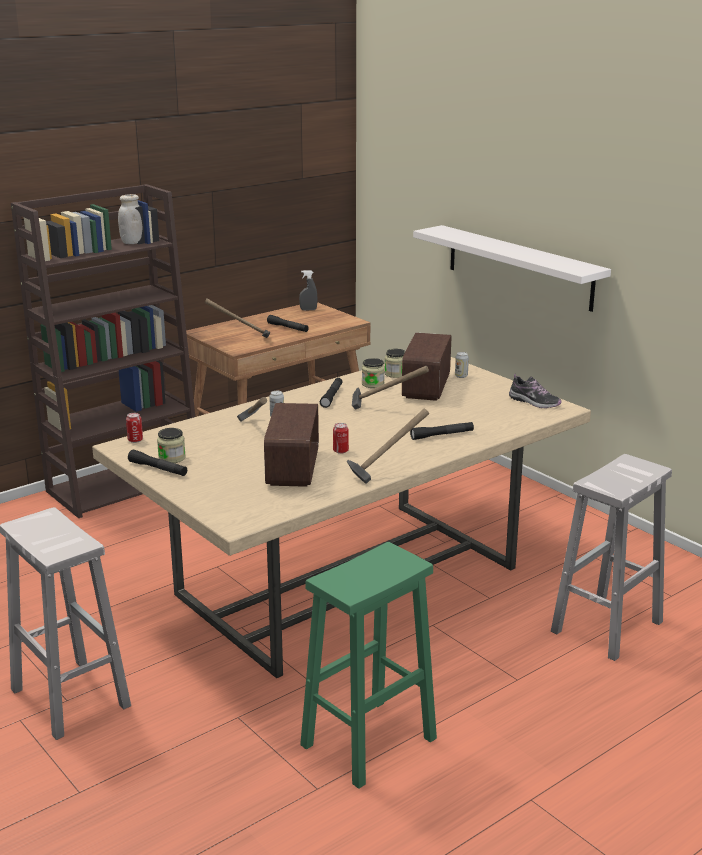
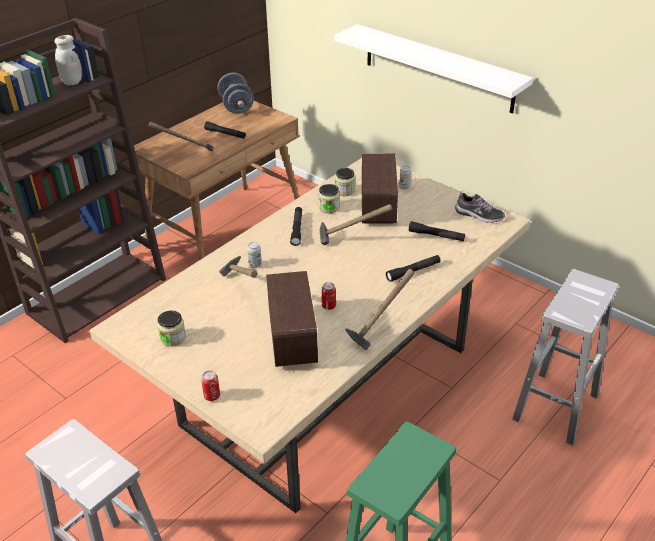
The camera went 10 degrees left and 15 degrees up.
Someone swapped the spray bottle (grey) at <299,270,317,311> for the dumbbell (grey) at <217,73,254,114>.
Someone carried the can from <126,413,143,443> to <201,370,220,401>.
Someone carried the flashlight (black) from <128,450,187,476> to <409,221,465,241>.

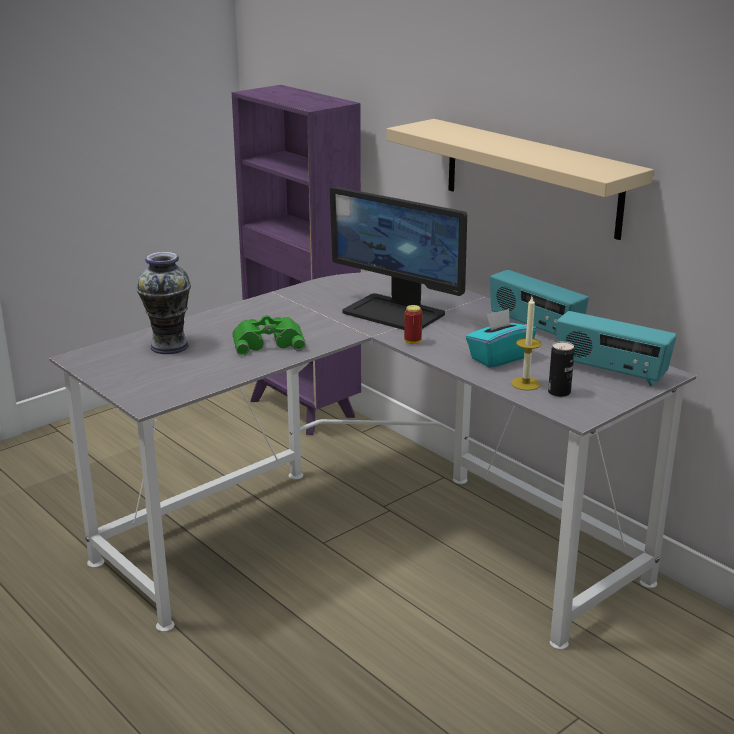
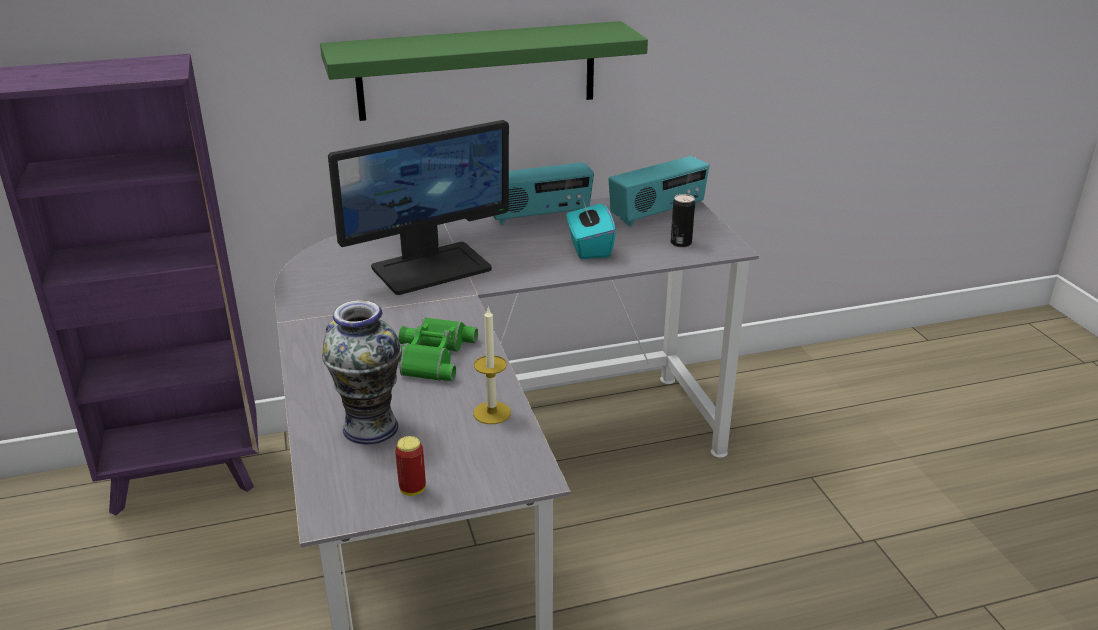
The camera went 65 degrees left and 5 degrees up.
Someone repainted the shelf (beige) at <387,119,654,240>, which became the shelf (green) at <320,21,648,121>.
Someone carried the candle from <511,297,542,390> to <473,306,511,424>.
Someone carried the can from <404,305,422,344> to <395,436,426,496>.

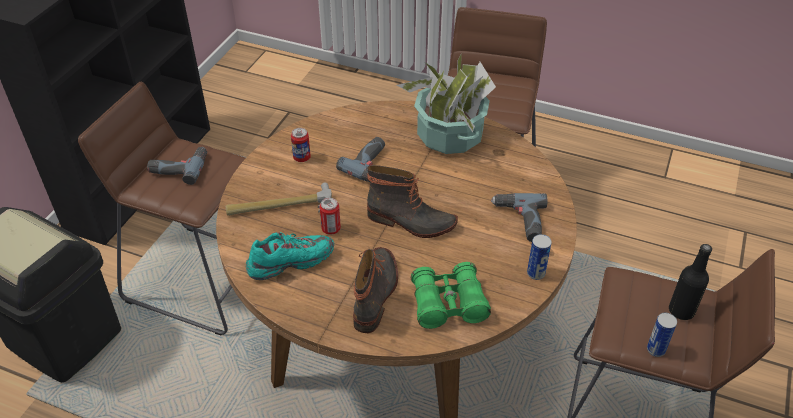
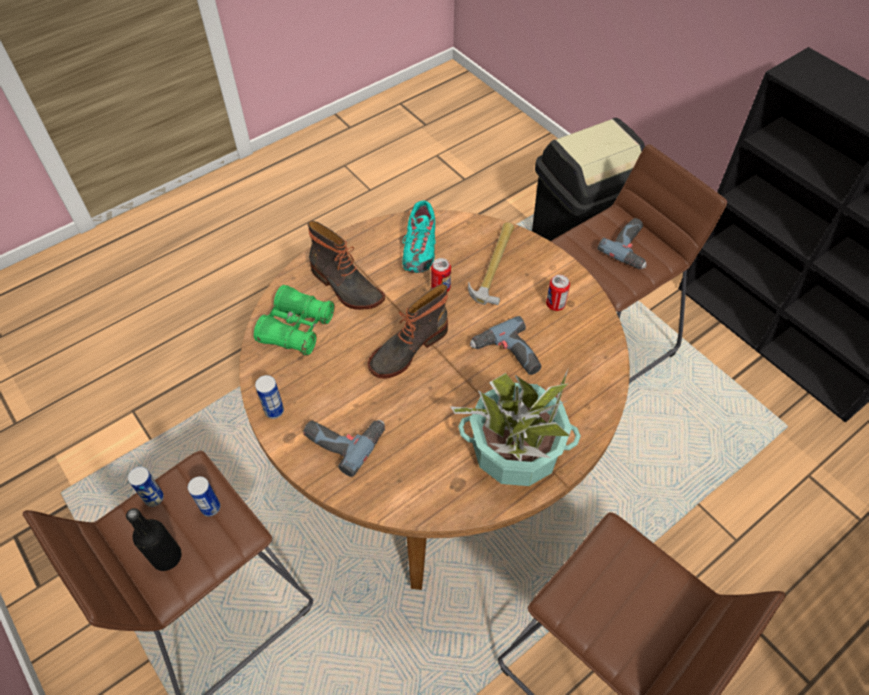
The camera went 120 degrees right and 10 degrees up.
Someone put down the can at <188,476,221,516>.

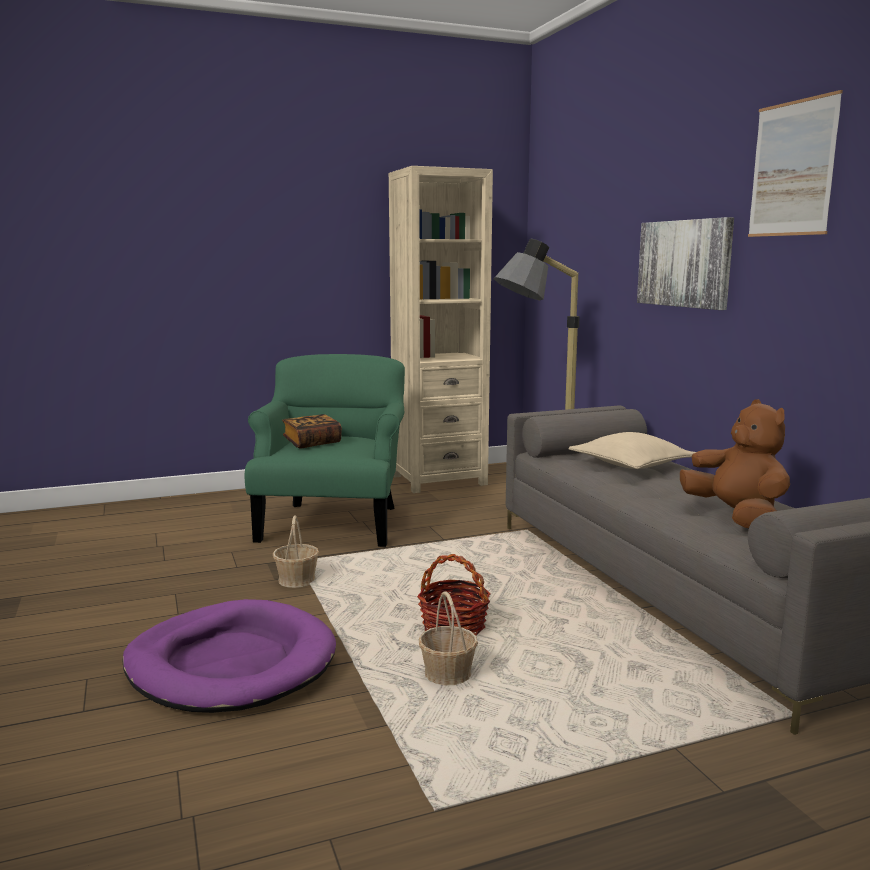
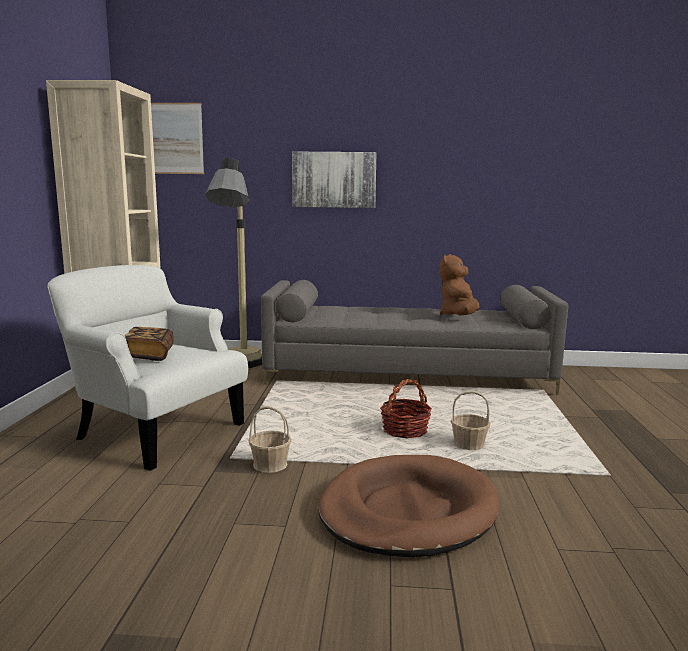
The camera went 65 degrees left and 0 degrees up.
Someone carried the picture from <748,90,843,237> to <151,103,204,174>.
Someone repainted the armchair (green) at <245,354,405,547>, which became the armchair (white) at <47,265,248,471>.
Someone rotated the plush toy (brown) at <680,399,790,528> by 75 degrees counterclockwise.
Someone took away the pillow (beige) at <568,432,696,469>.
Someone repainted the dog bed (purple) at <122,599,336,713>, which became the dog bed (brown) at <318,455,500,557>.

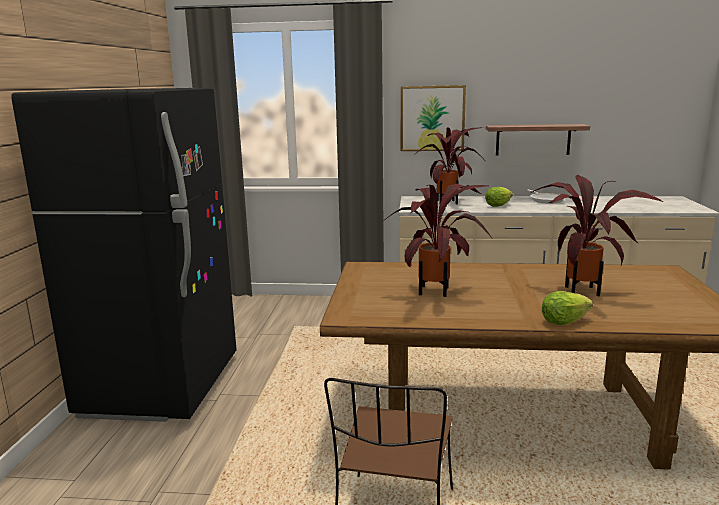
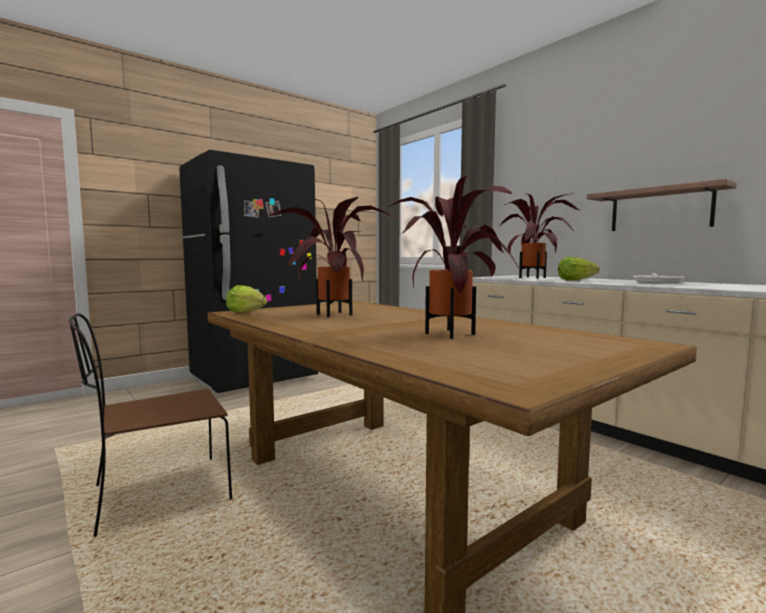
The camera went 45 degrees right and 10 degrees down.
Someone took away the picture at <401,85,466,151>.
Someone carried the lettuce from <542,291,593,325> to <226,285,267,313>.

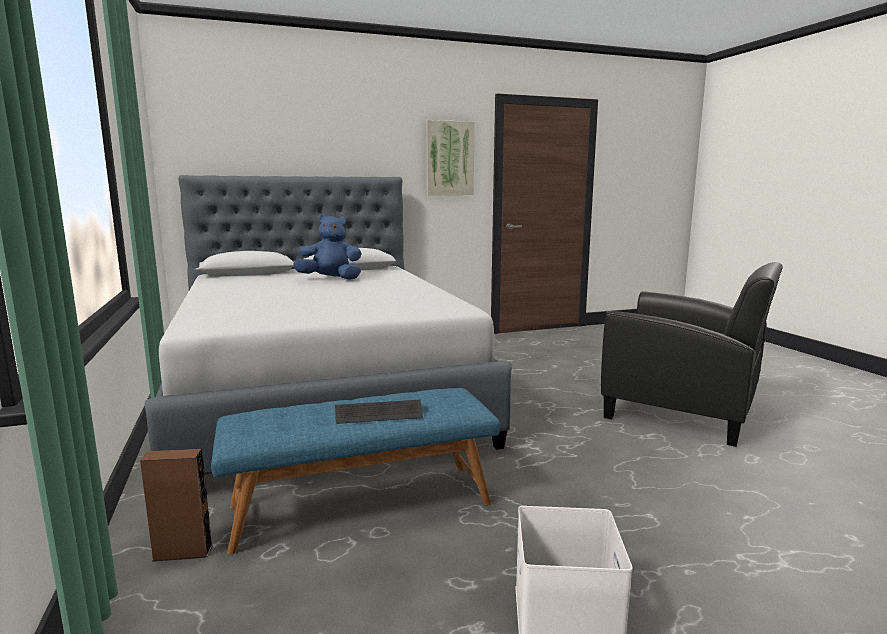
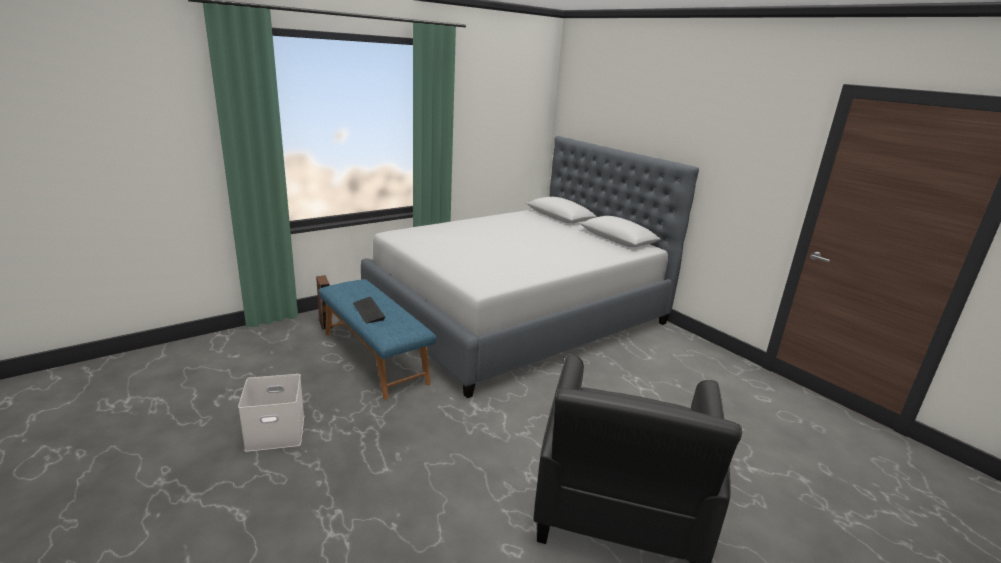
The camera went 70 degrees right and 10 degrees up.
Someone took away the picture at <426,120,475,195>.
Someone took away the plush toy (blue) at <293,215,362,280>.

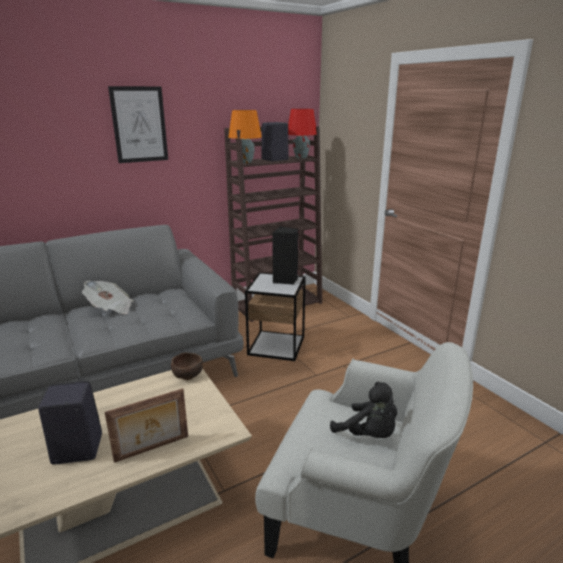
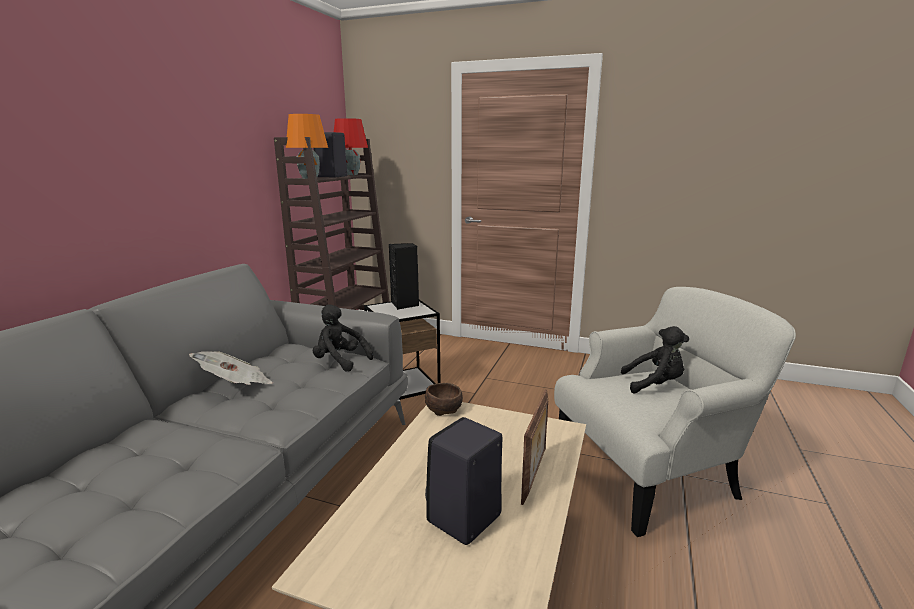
The camera went 40 degrees left and 5 degrees down.
Someone took away the picture at <108,86,168,163>.
Someone put down the plush toy (black) at <313,304,374,372>.

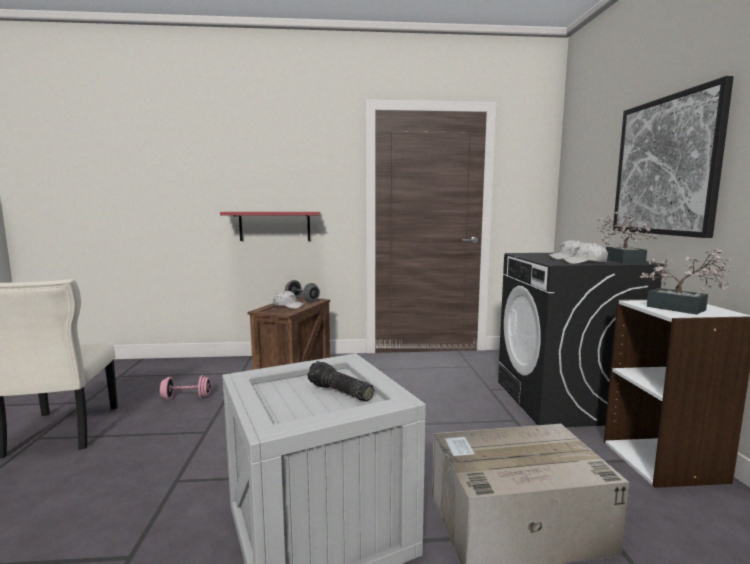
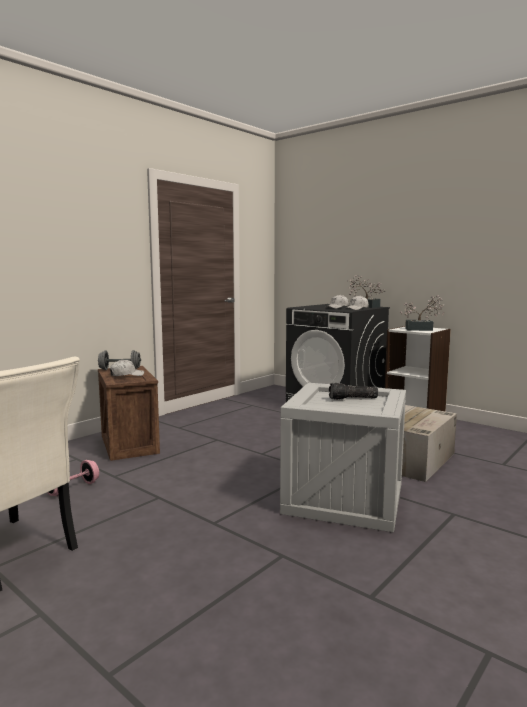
The camera went 45 degrees left and 0 degrees up.
Someone took away the picture at <613,76,734,238>.
Someone took away the shelf (red) at <220,212,321,241>.

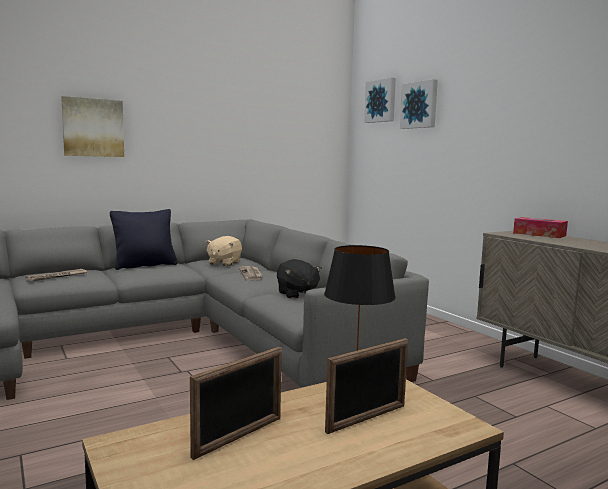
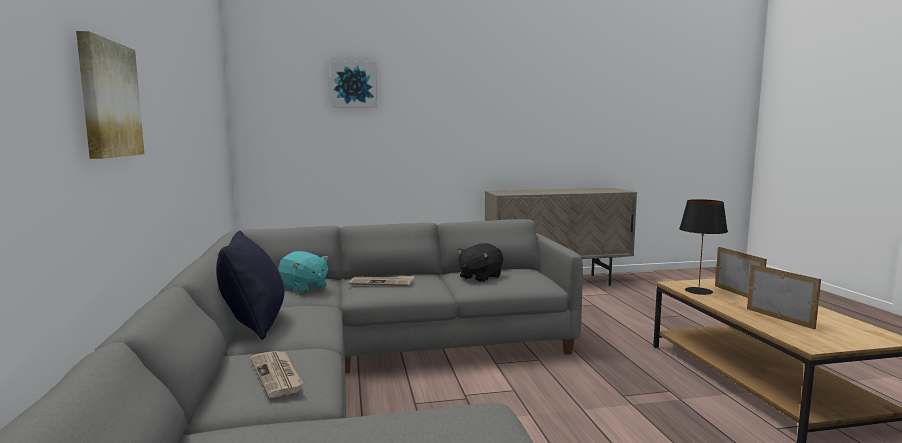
The camera went 70 degrees left and 0 degrees up.
Someone took away the picture at <364,77,396,123>.
Someone took away the tissue box at <513,217,568,238>.
Someone repainted the plush toy (beige) at <206,236,242,266>, which became the plush toy (turquoise) at <279,251,329,293>.
Someone rotated the plush toy (black) at <277,259,322,299> by 135 degrees clockwise.

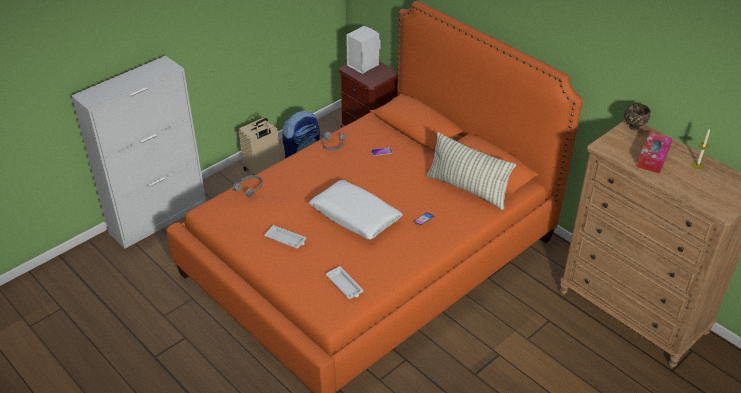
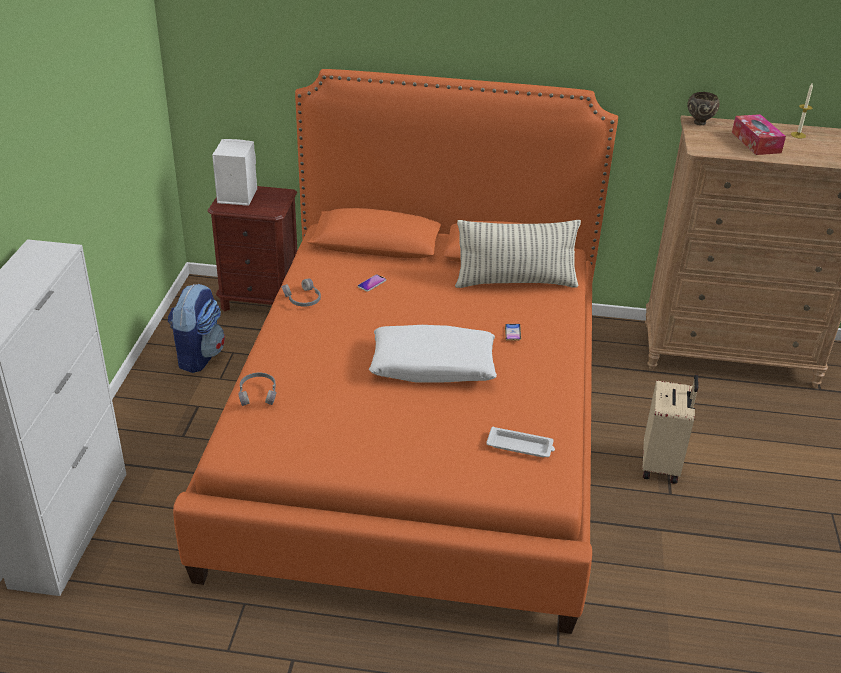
The camera went 40 degrees left and 5 degrees down.
Someone carried the suitcase (beige) from <239,118,280,175> to <642,375,698,484>.
Someone took away the tray (white) at <264,225,306,248>.

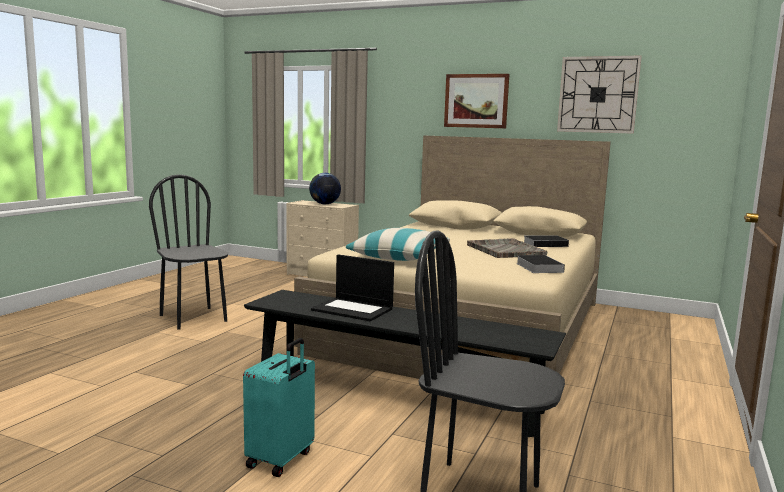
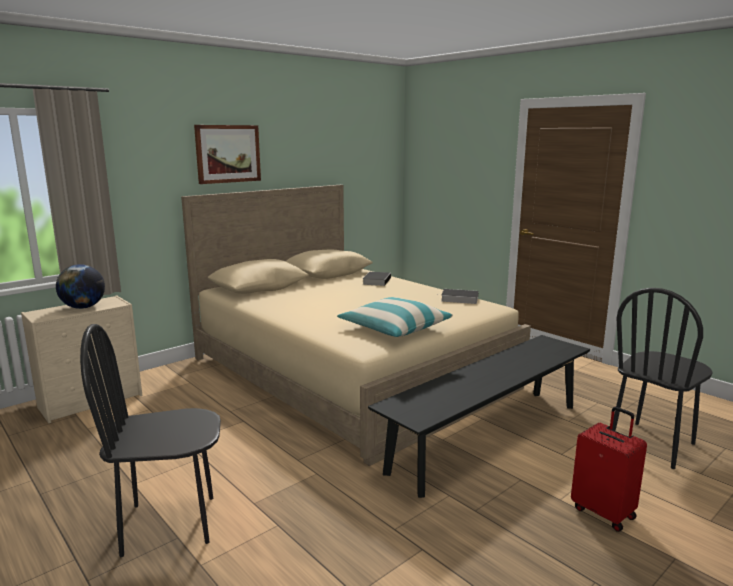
The camera went 65 degrees left and 5 degrees up.
Someone took away the wall clock at <557,56,642,134>.
Someone took away the tray (grey) at <467,238,547,258>.
Someone took away the laptop at <311,254,394,321>.
Someone repainted the suitcase (turquoise) at <243,338,315,477>, which became the suitcase (red) at <571,407,647,532>.

